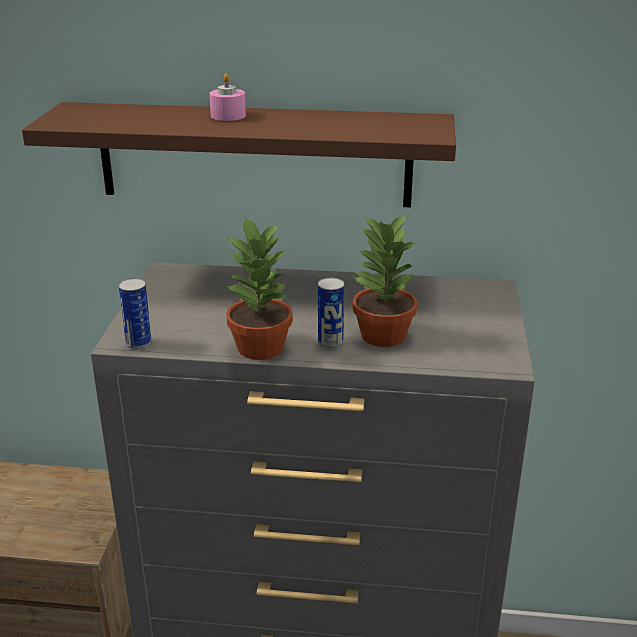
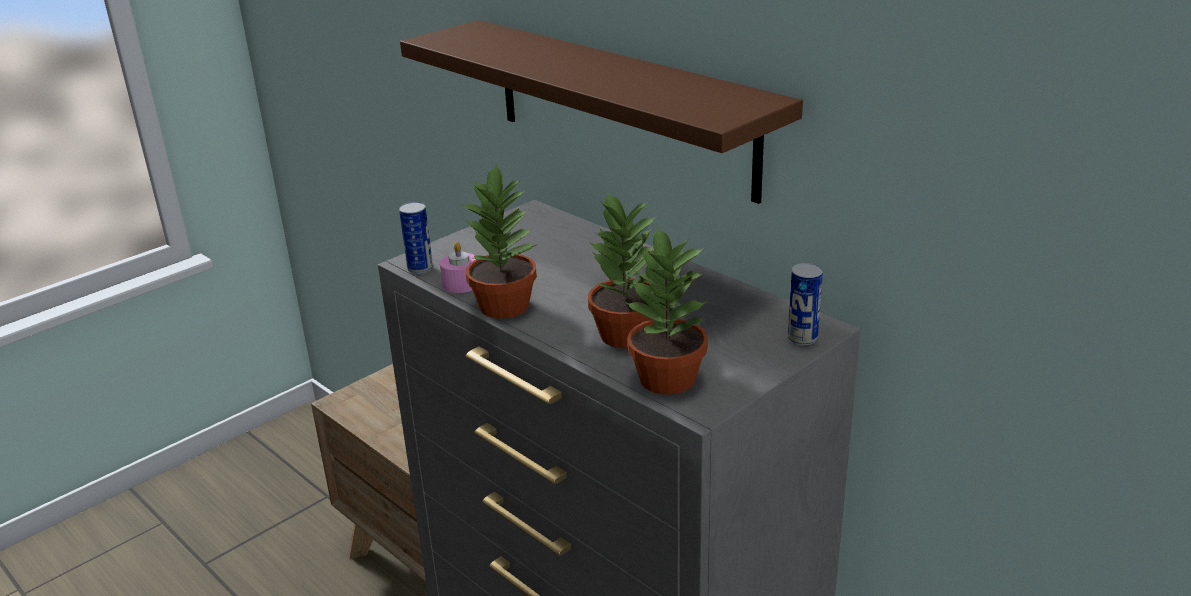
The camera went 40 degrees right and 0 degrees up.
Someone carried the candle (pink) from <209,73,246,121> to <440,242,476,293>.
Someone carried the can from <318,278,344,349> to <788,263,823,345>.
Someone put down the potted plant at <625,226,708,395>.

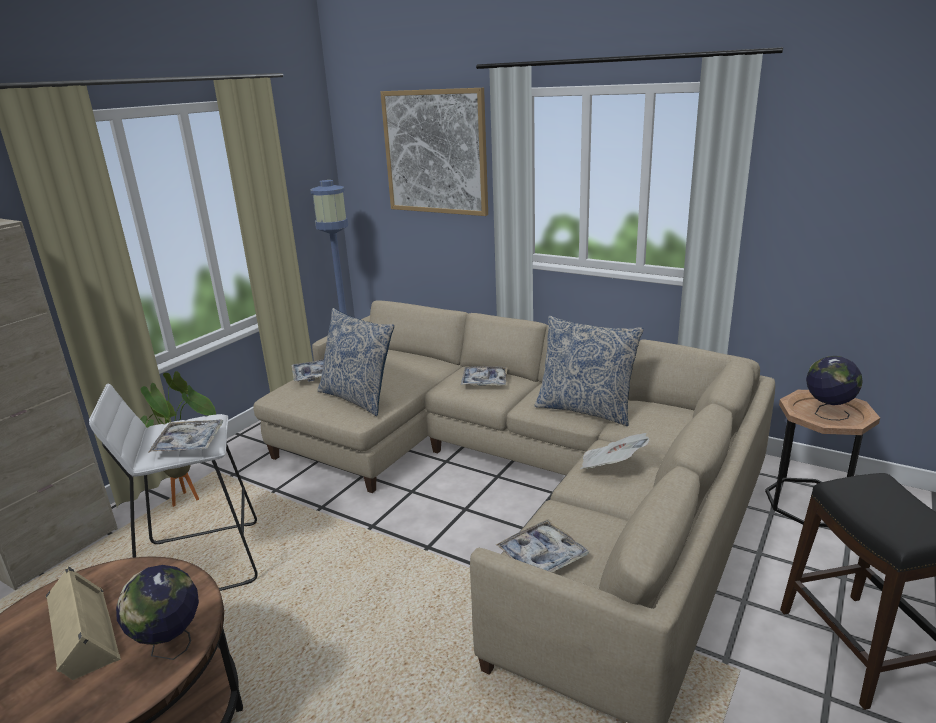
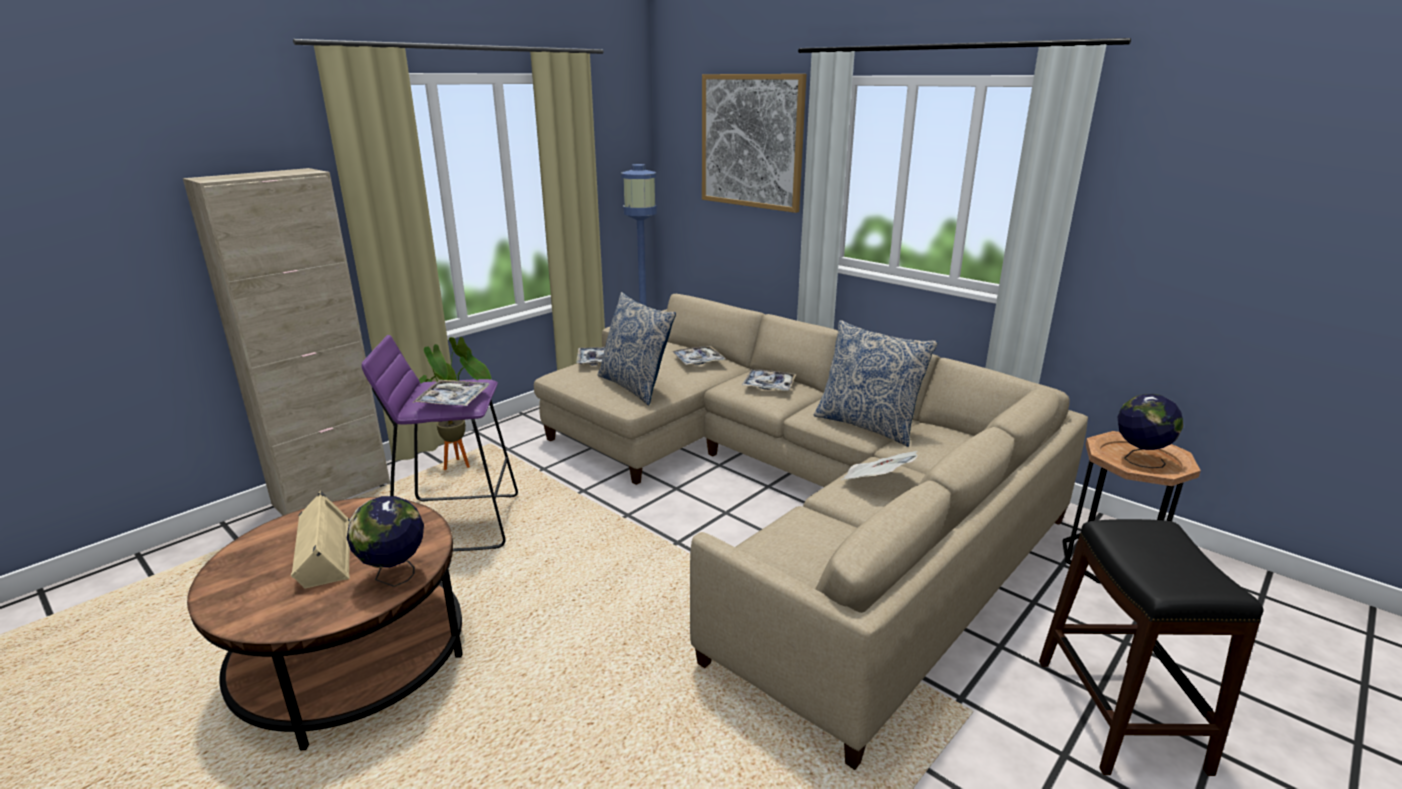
The camera went 10 degrees right and 0 degrees up.
Someone repainted the stool (white) at <89,384,258,591>, which became the stool (purple) at <362,335,518,551>.
Someone carried the tray from <496,519,589,572> to <671,346,726,365>.

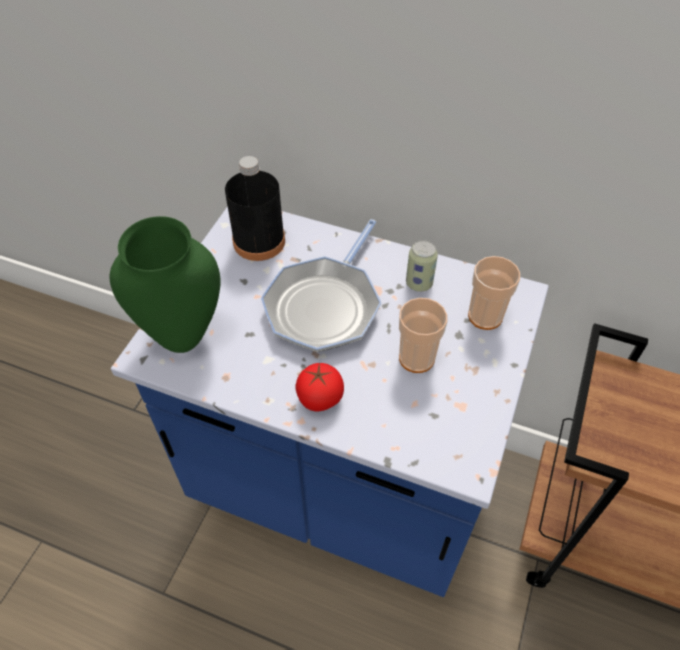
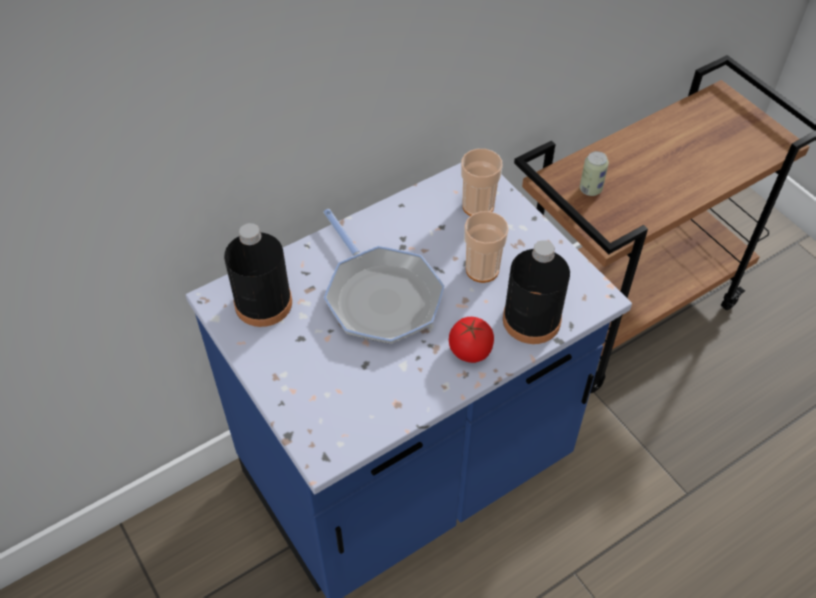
The camera went 55 degrees left and 0 degrees up.
Someone took away the vase (green) at <109,216,221,353>.
Someone carried the can from <406,240,438,292> to <580,151,609,196>.
Someone put down the bottle (black) at <503,240,570,344>.

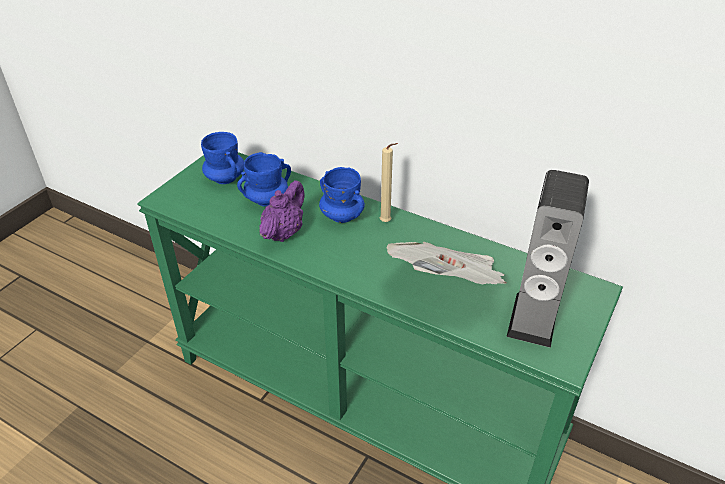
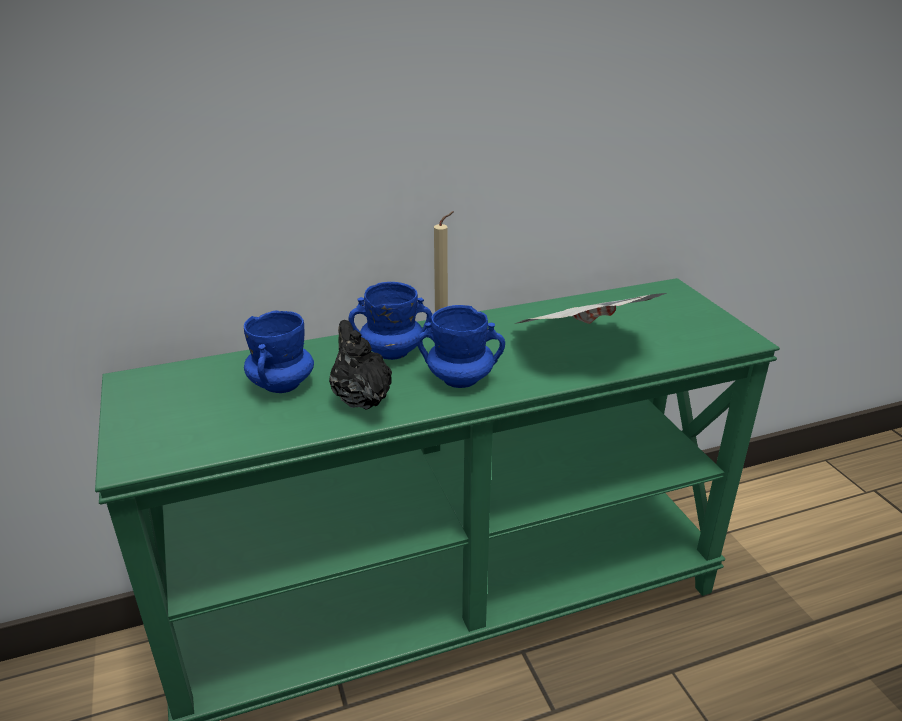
The camera went 50 degrees left and 10 degrees down.
Someone carried the mug (blue) from <201,132,244,184> to <417,305,505,388>.
Someone took away the speaker at <507,170,589,348>.
Someone repainted the teapot (purple) at <259,180,305,242>, which became the teapot (black) at <329,320,392,410>.

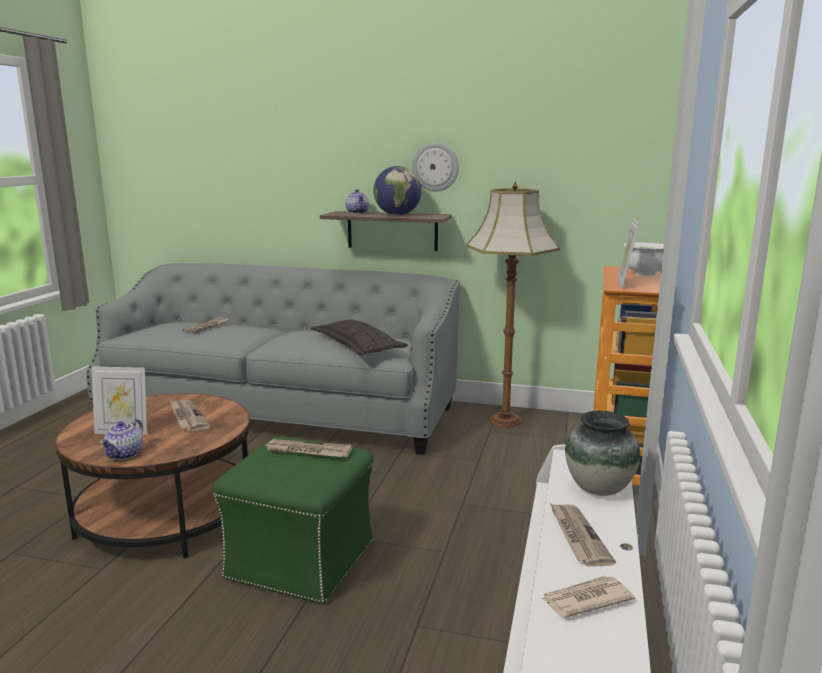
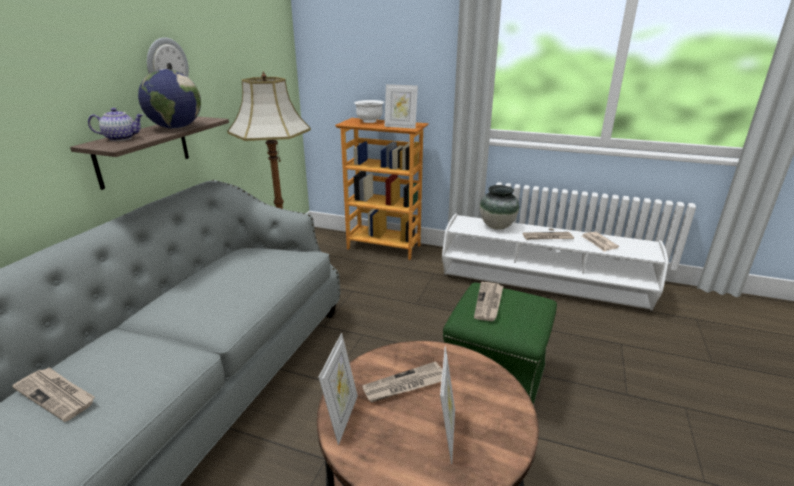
The camera went 85 degrees left and 10 degrees up.
Someone took away the pillow at <311,320,408,356>.
Someone took away the teapot at <100,419,143,460>.
Someone put down the picture frame at <318,333,358,445>.

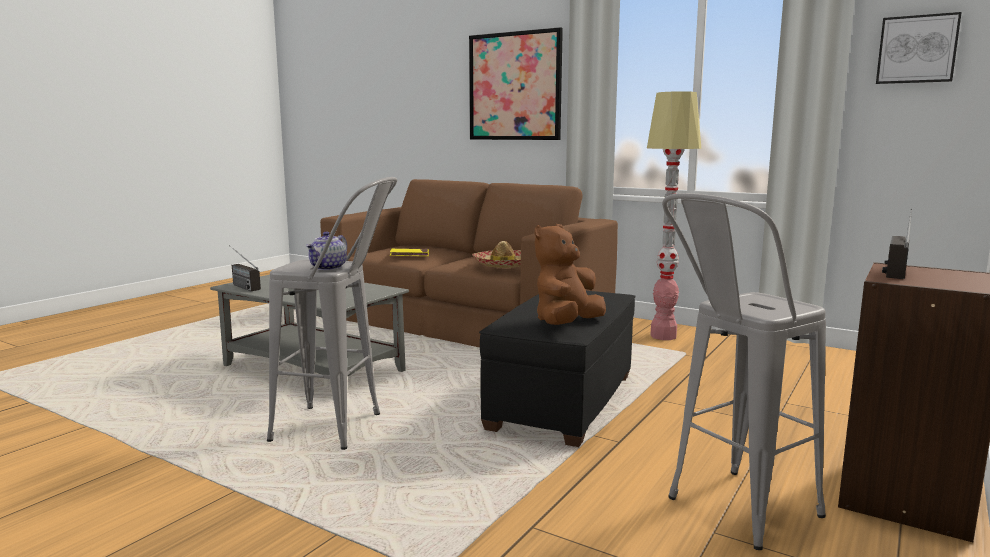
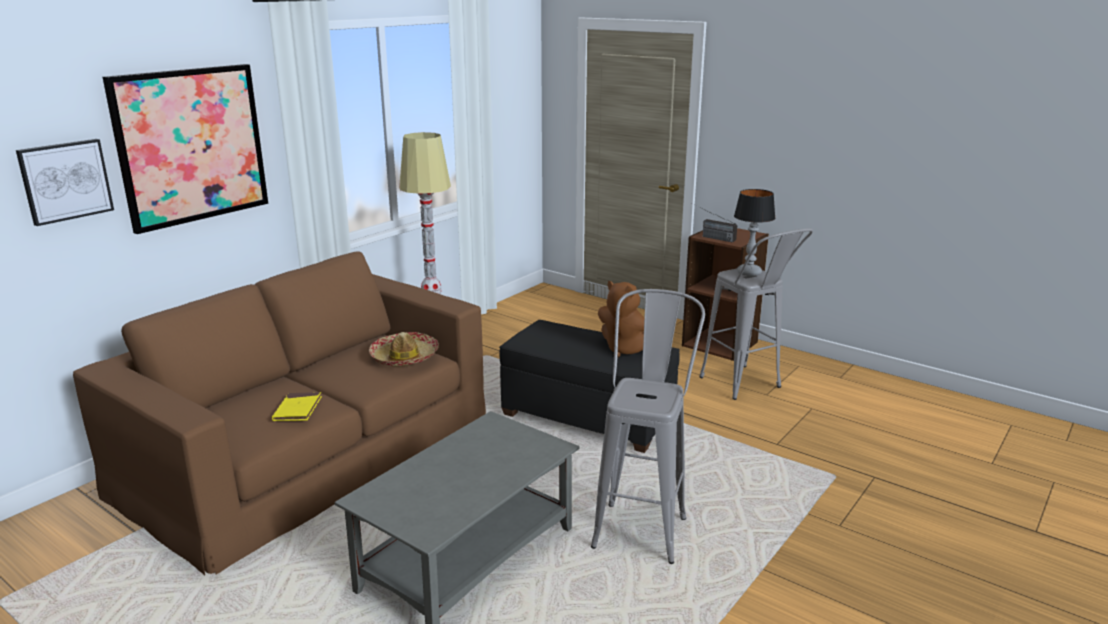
The camera went 85 degrees left and 10 degrees up.
Someone carried the picture from <876,12,962,84> to <16,139,114,226>.
Someone took away the teapot at <306,232,347,270>.
Someone took away the radio at <229,245,261,291>.
Someone put down the table lamp at <734,189,775,276>.

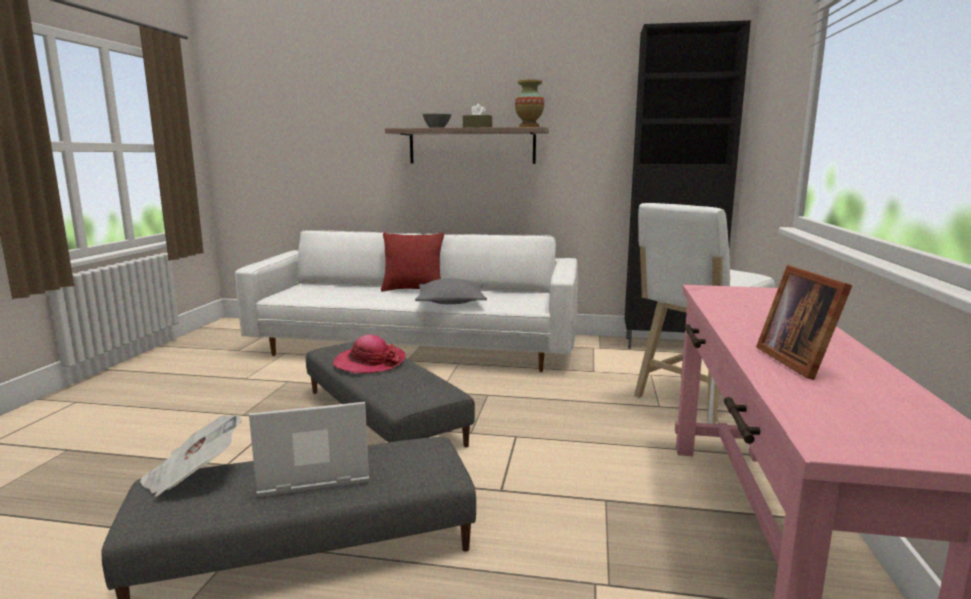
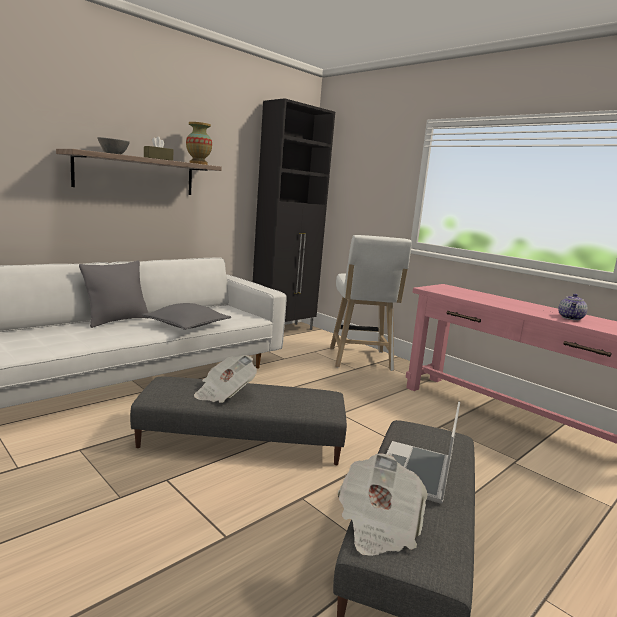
The camera went 55 degrees left and 0 degrees up.
Someone repainted the pillow (red) at <381,233,444,292>, which became the pillow (grey) at <79,260,149,328>.
Someone swapped the picture frame at <756,265,853,380> for the teapot at <558,294,588,320>.
Someone swapped the hat at <333,335,406,373> for the newspaper at <194,355,257,403>.

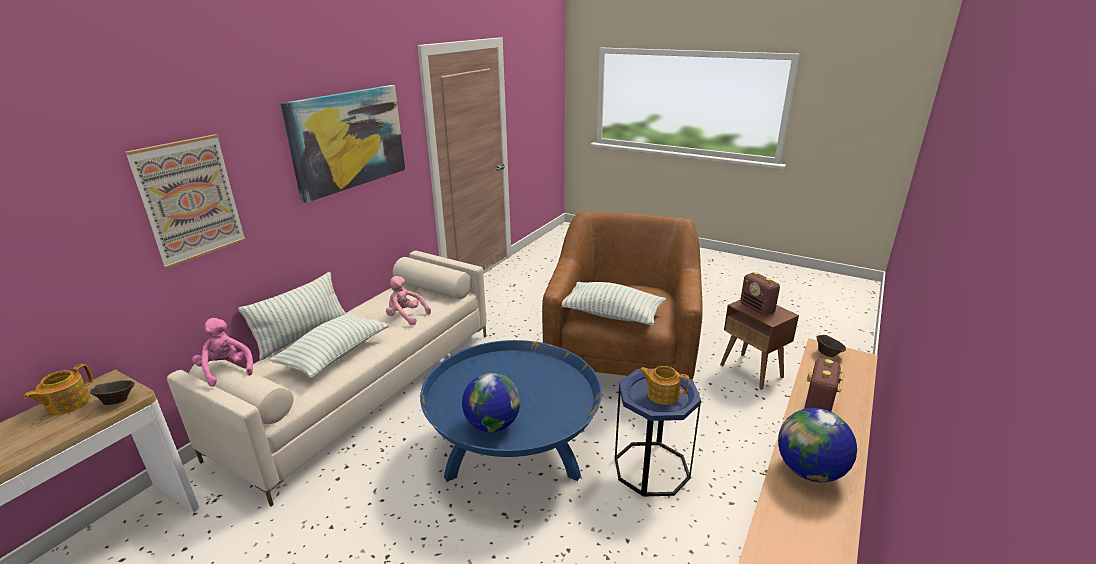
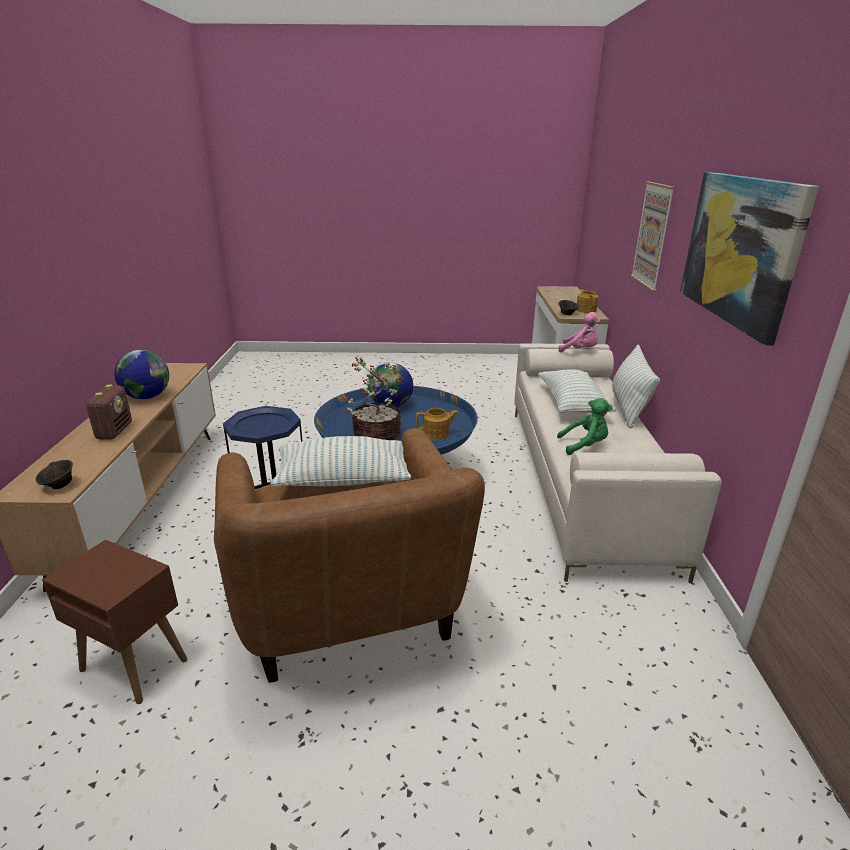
The camera went 150 degrees right and 0 degrees up.
Someone took away the radio at <740,272,780,316>.
Someone repainted the plush toy (pink) at <386,276,431,325>, which became the plush toy (green) at <557,398,613,455>.
Someone carried the teapot from <639,366,689,405> to <416,408,459,440>.
Someone put down the potted plant at <345,357,402,440>.

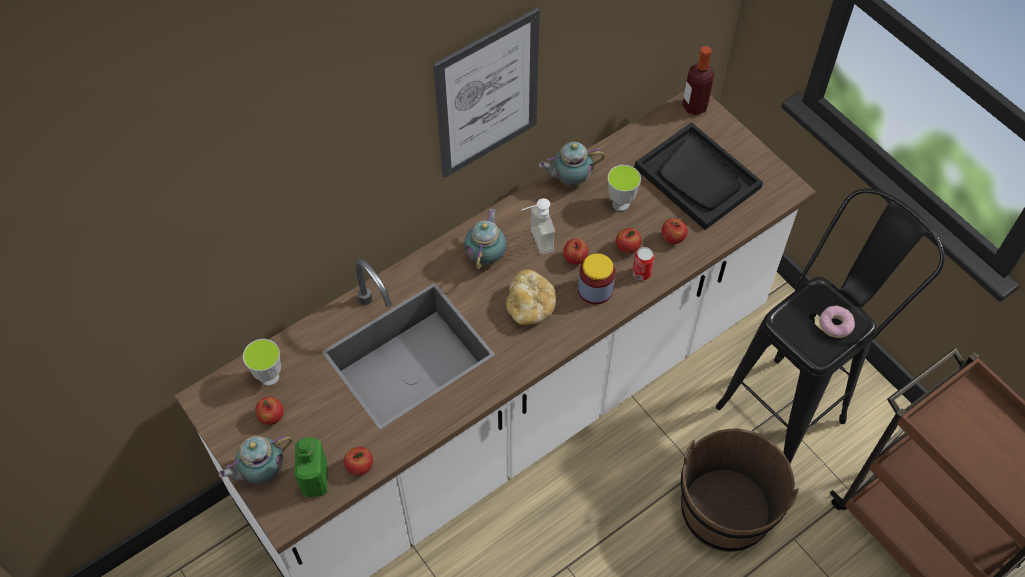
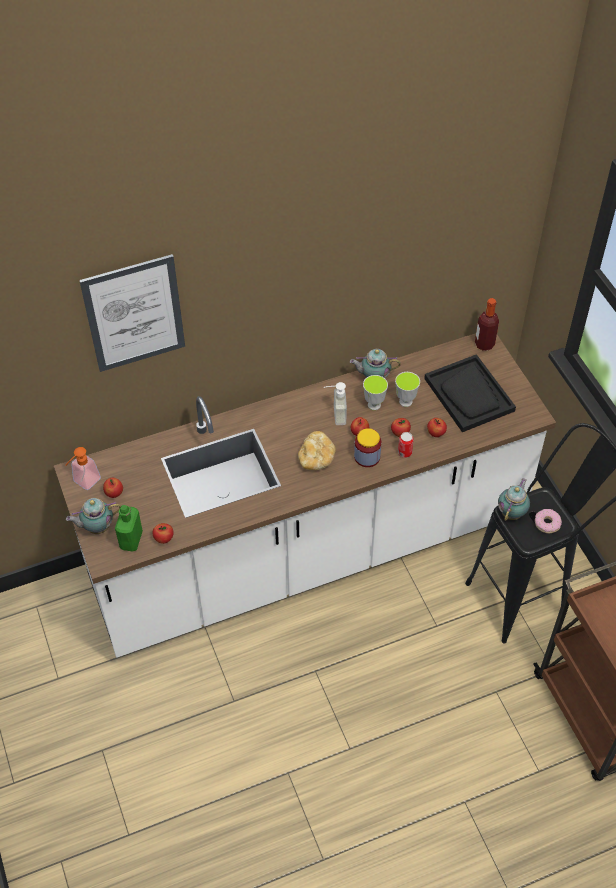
The camera went 15 degrees right and 5 degrees down.
Someone carried the picture from <433,8,540,178> to <79,254,185,372>.
Someone carried the teapot from <464,209,507,270> to <498,478,530,521>.
Someone carried the cup from <243,339,281,386> to <363,375,388,410>.
Someone took away the bucket (brown) at <681,428,799,552>.
Someone put down the soap dispenser at <65,447,101,490>.

